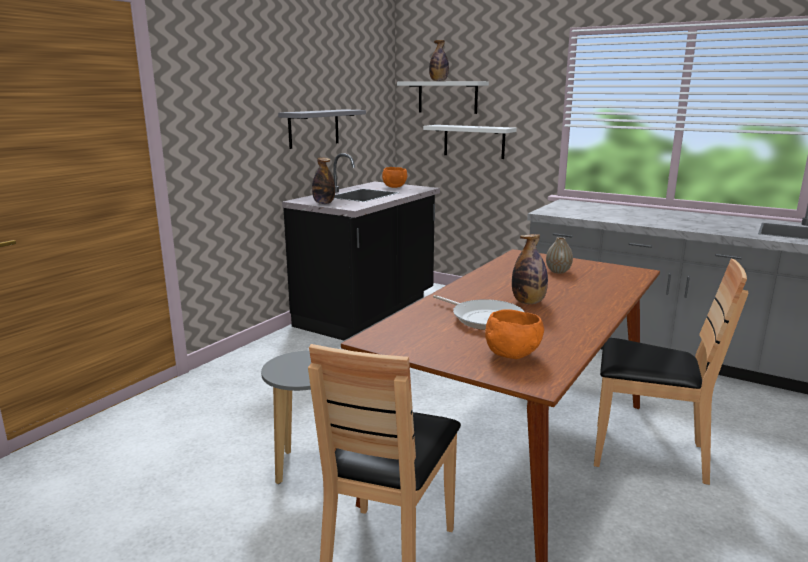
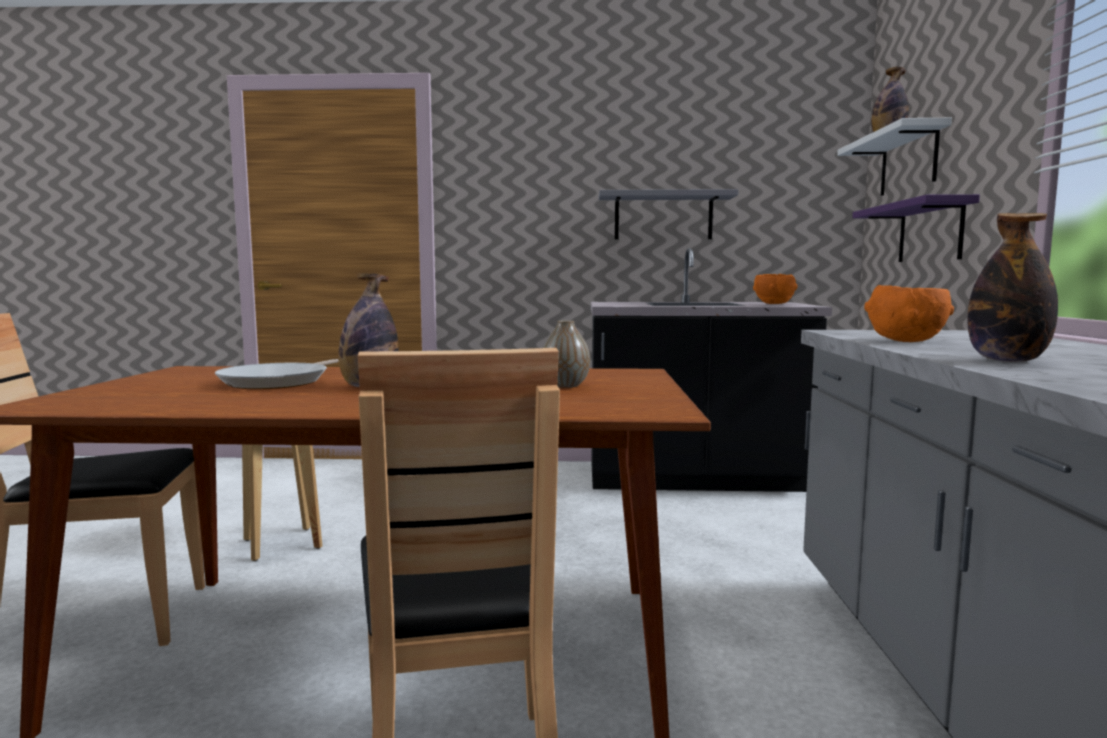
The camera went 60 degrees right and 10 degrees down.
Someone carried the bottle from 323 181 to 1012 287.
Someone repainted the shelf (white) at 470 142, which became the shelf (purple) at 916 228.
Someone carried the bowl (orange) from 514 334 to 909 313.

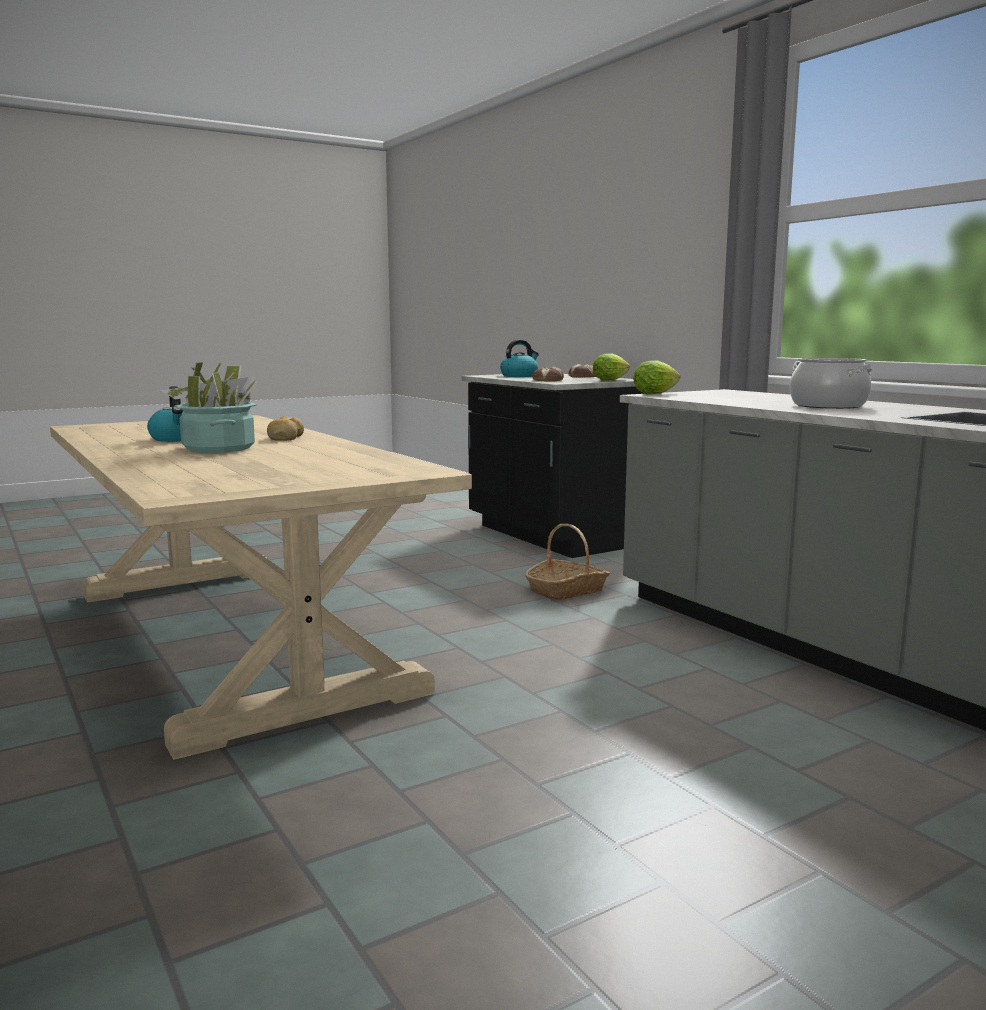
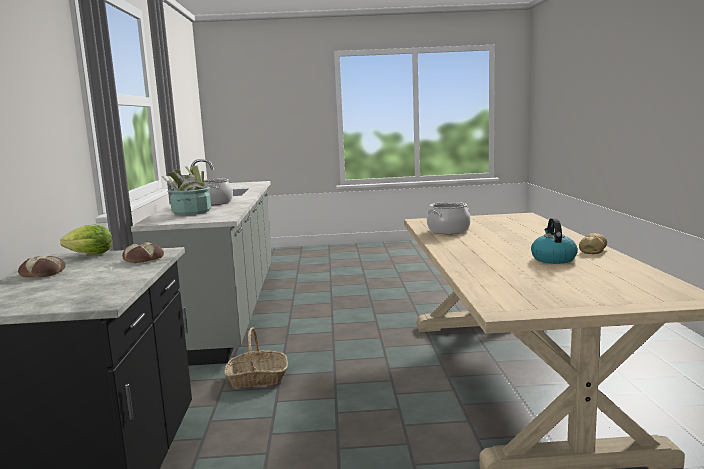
The camera went 150 degrees left and 0 degrees up.
Someone carried the potted plant from 209 407 to 186 190.
Someone carried the bread from 285 428 to 593 243.
Someone took away the kettle at 519 358.
Someone took away the lettuce at 656 378.
Someone put down the cooking pot at 449 218.

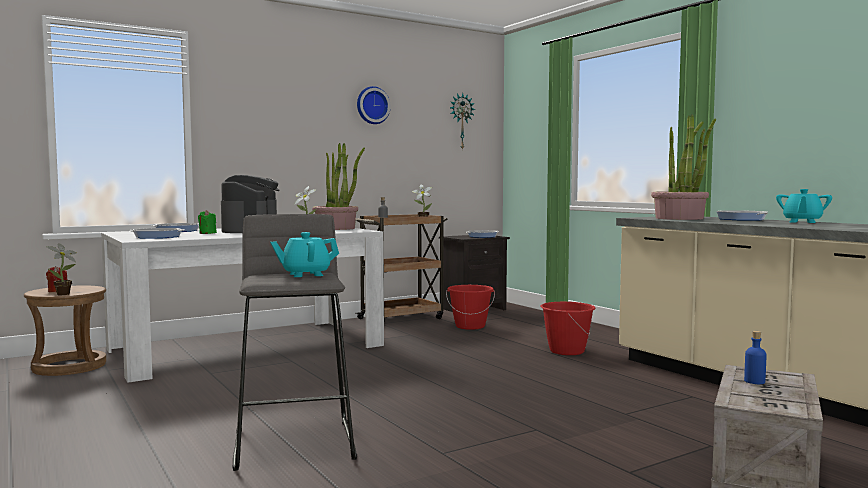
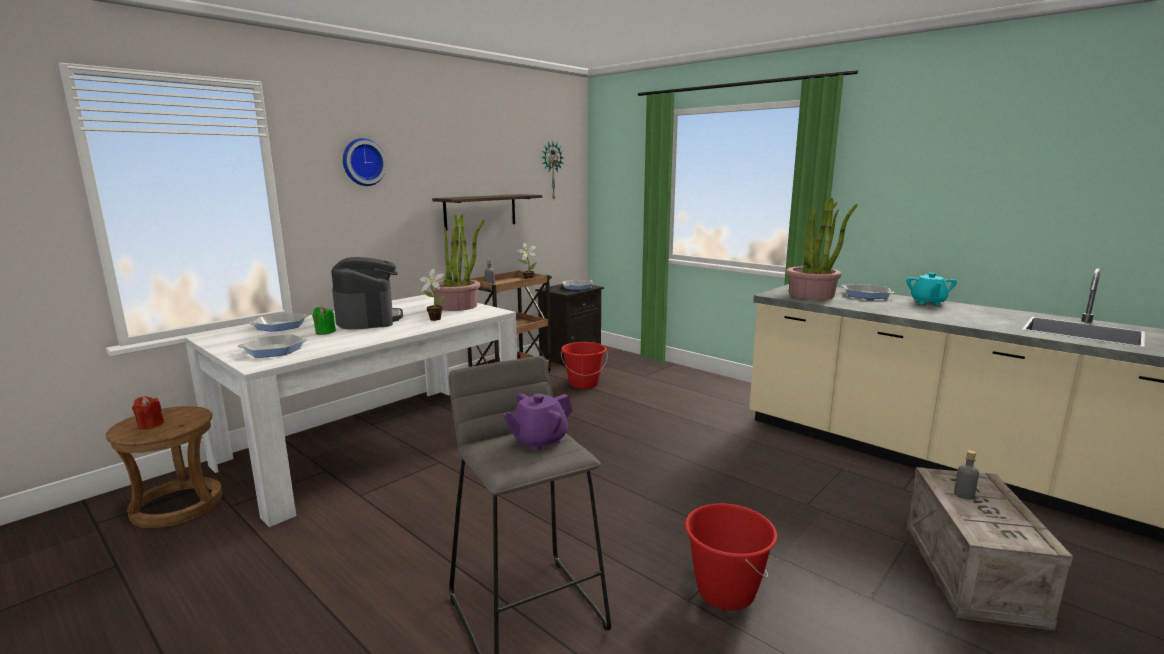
The camera went 15 degrees left and 10 degrees up.
Someone took away the potted plant at 61 269.
Someone repainted the teapot (turquoise) at 304 254, which became the teapot (purple) at 538 422.
Someone carried the wall clock from 374 105 to 365 162.
Someone carried the bucket (red) from 568 328 to 731 557.
Someone repainted the bottle (blue) at 755 357, which became the bottle (grey) at 966 475.
Someone put up the shelf at 487 212.

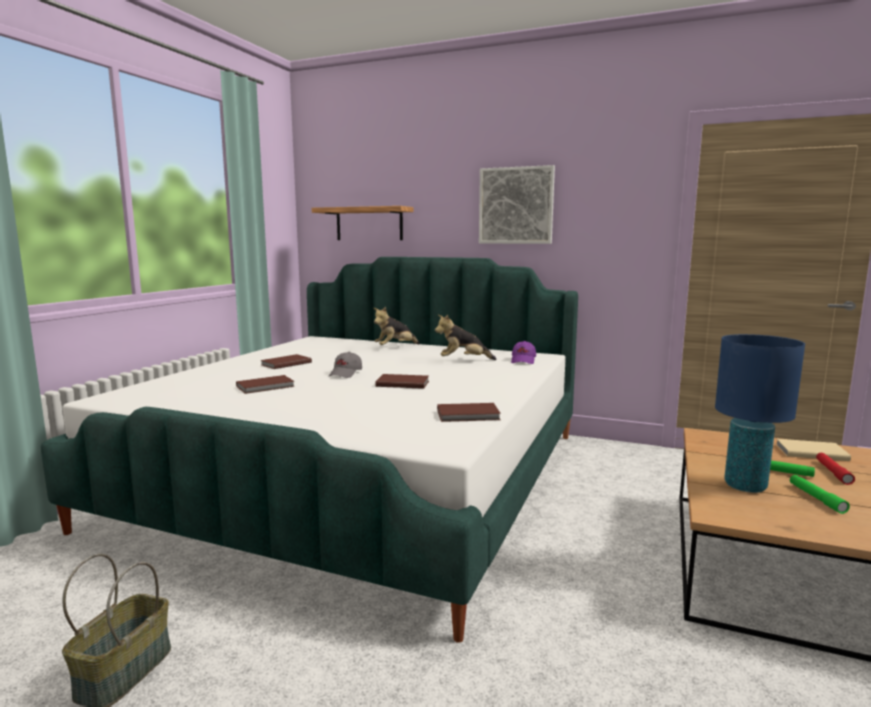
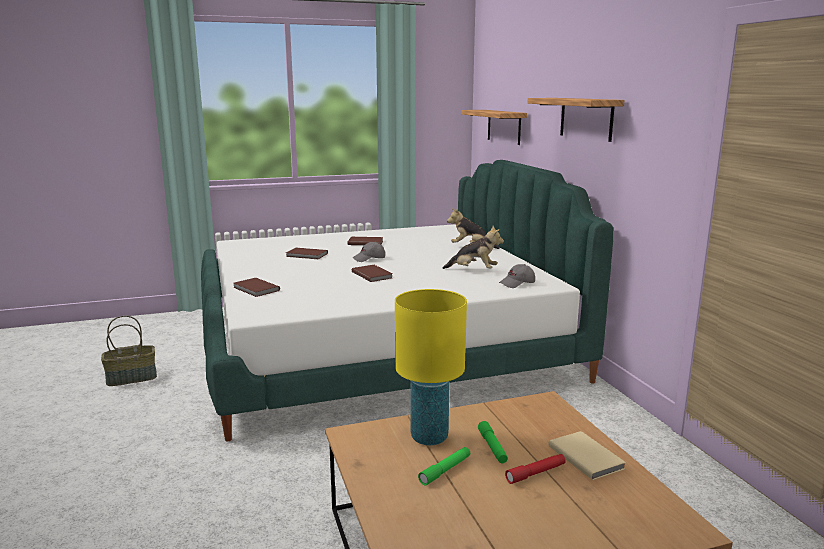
The camera went 50 degrees right and 5 degrees up.
Someone rotated the plush toy at 466 337 by 150 degrees clockwise.
Someone carried the book (brown) from 469 412 to 256 287.
Someone swapped the picture at 517 204 for the shelf at 576 120.
Someone repainted the cap (purple) at 523 352, which became the cap (grey) at 517 276.
Someone repainted the table lamp (blue) at 760 413, which became the table lamp (yellow) at 431 367.

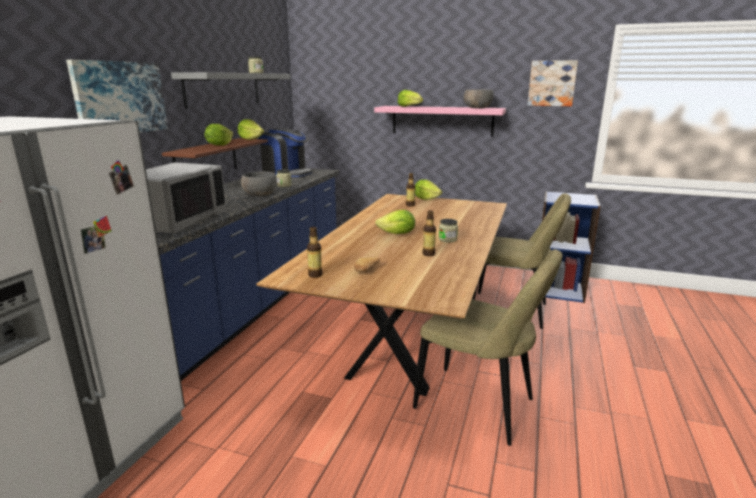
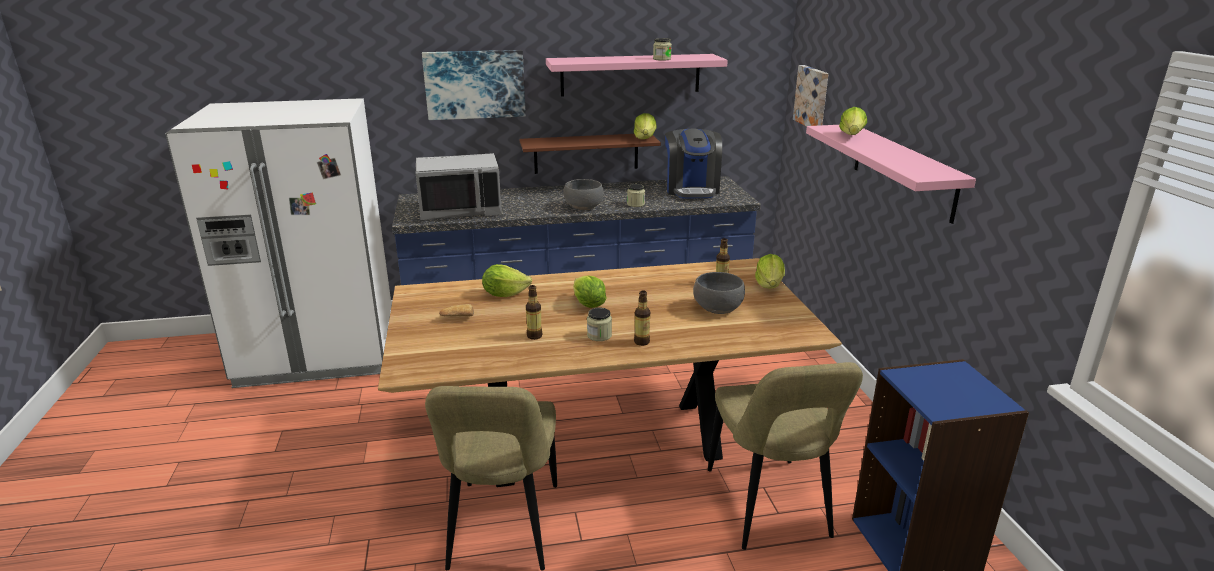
The camera went 60 degrees right and 5 degrees up.
Someone repainted the shelf (grey) at 231 90, which became the shelf (pink) at 637 75.
Someone carried the lettuce from 219 135 to 507 280.
Someone carried the bottle from 314 252 to 642 318.
Someone carried the bowl (grey) from 479 98 to 719 293.
Someone carried the picture from 552 83 to 811 96.

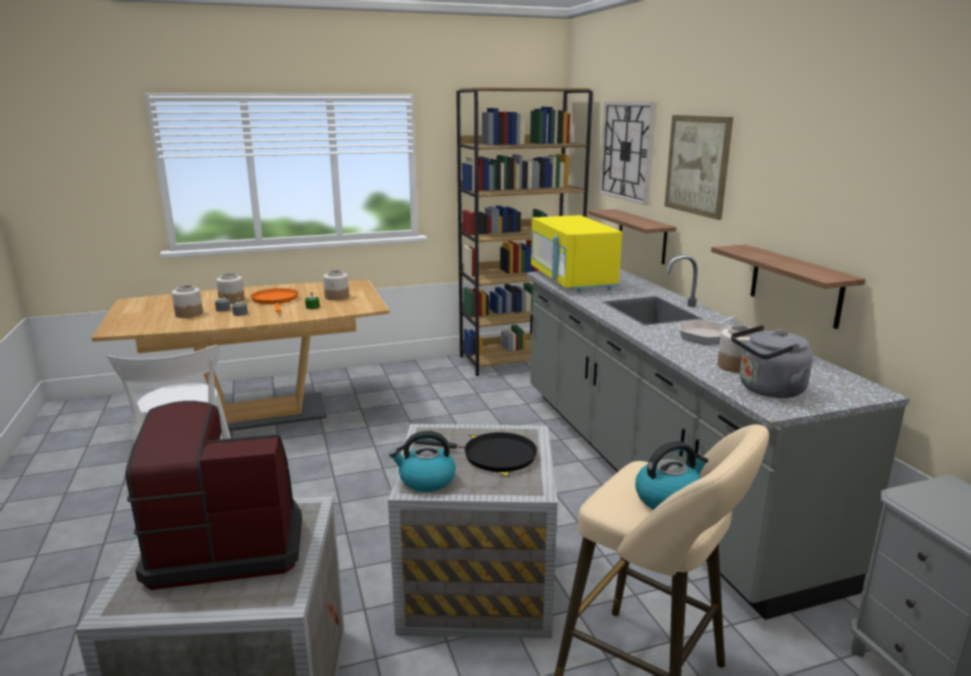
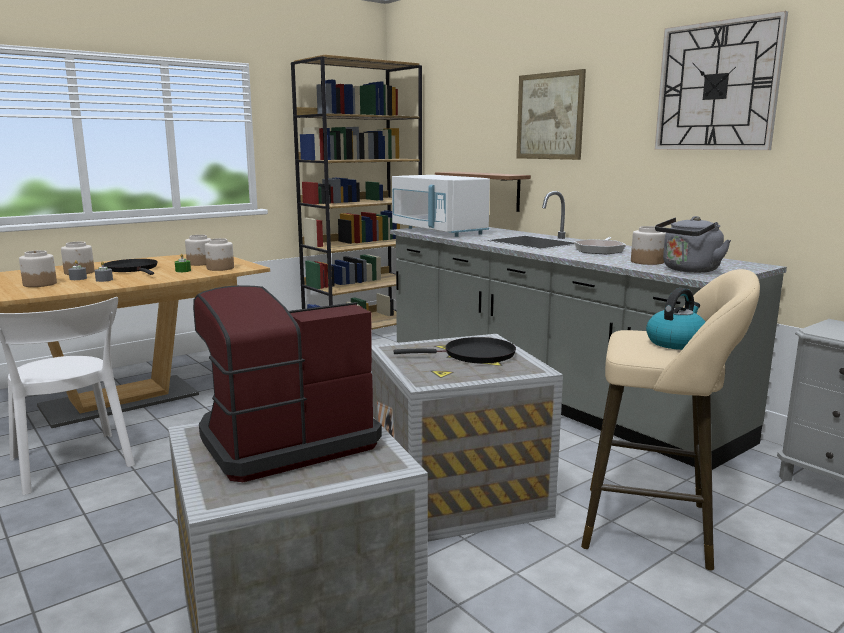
The camera went 20 degrees left and 5 degrees down.
Someone repainted the frying pan (orange) at 274 300, which became the frying pan (black) at 131 267.
Someone took away the kettle at 422 461.
Someone repainted the microwave (yellow) at 576 253, which became the microwave (white) at 441 206.
Someone carried the wall clock from 628 153 to 721 80.
Someone took away the shelf at 788 286.
Someone put down the jar at 219 254.

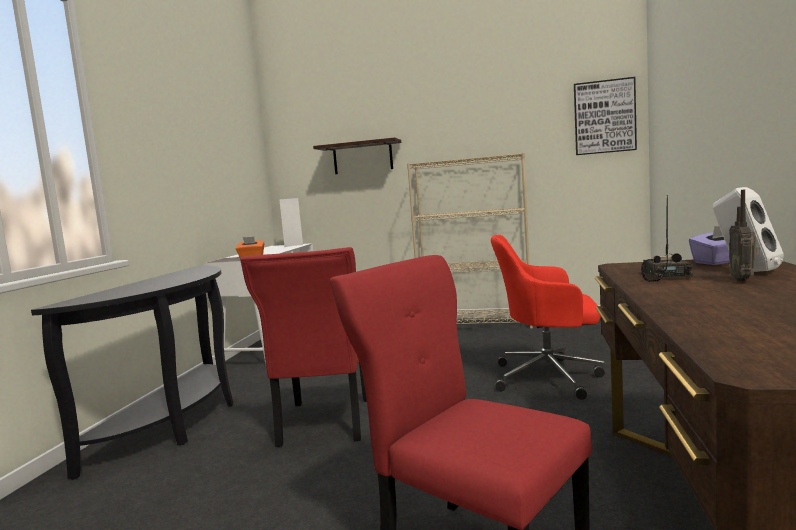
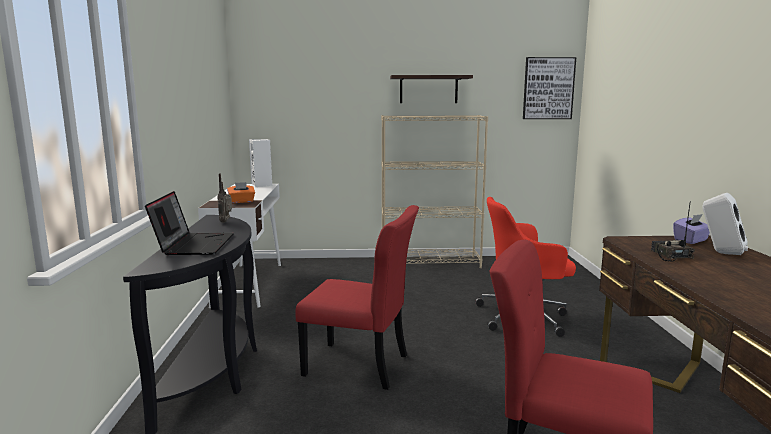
The camera went 15 degrees left and 5 degrees up.
Someone rotated the chair (red) at 303 347 by 60 degrees counterclockwise.
Someone carried the shelf from 357 155 to 431 89.
Someone carried the radio from 744 235 to 225 198.
Someone put down the laptop at 189 223.

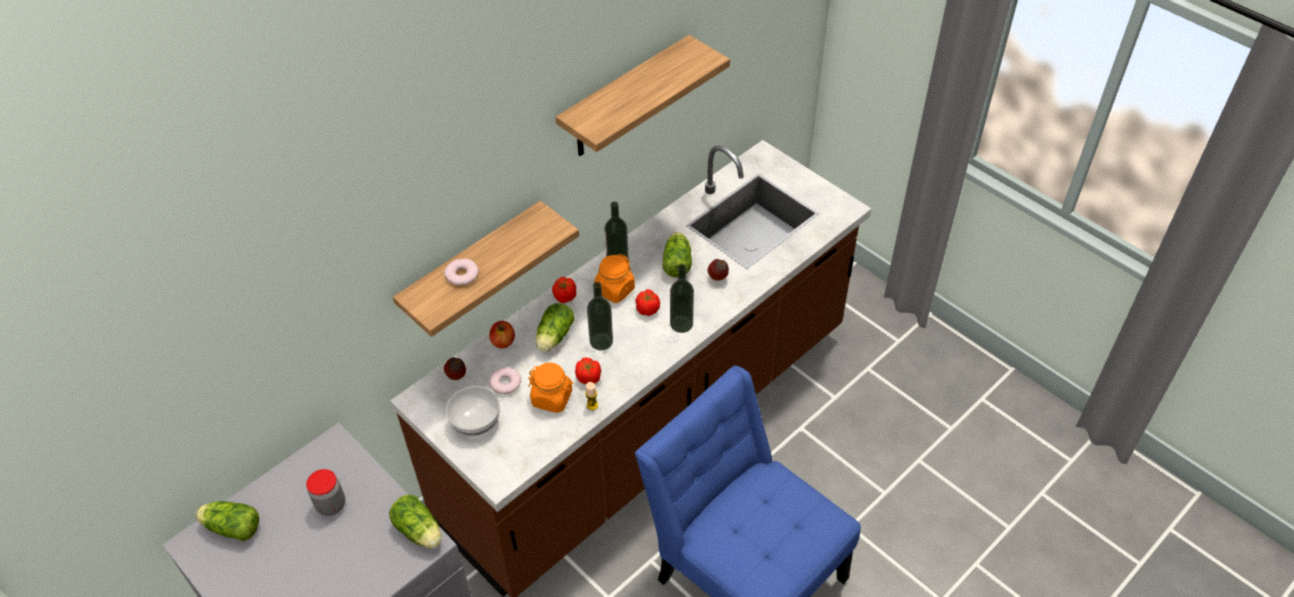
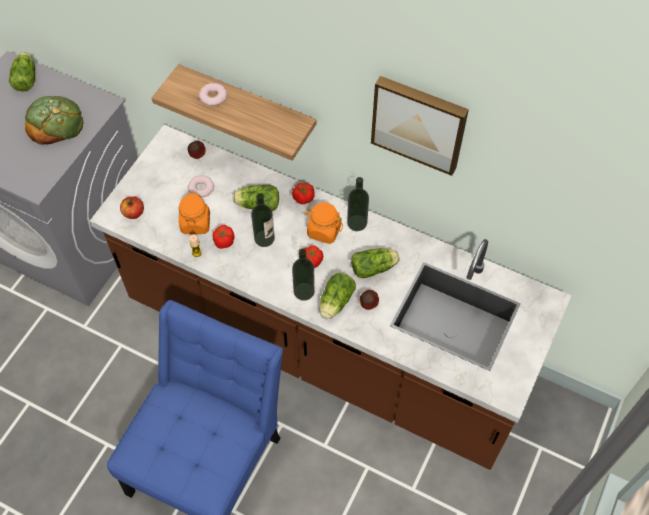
The camera went 70 degrees right and 10 degrees up.
Someone swapped the jar at 325 492 for the bread at 54 120.
Someone carried the lettuce from 415 522 to 338 296.
Someone took away the bowl at 473 411.
Someone carried the apple from 502 335 to 132 207.
Someone swapped the shelf at 643 95 for the picture at 420 126.

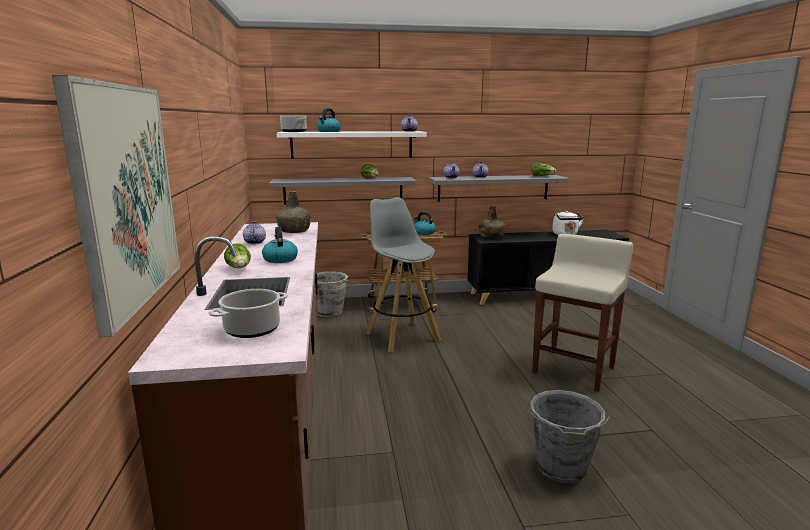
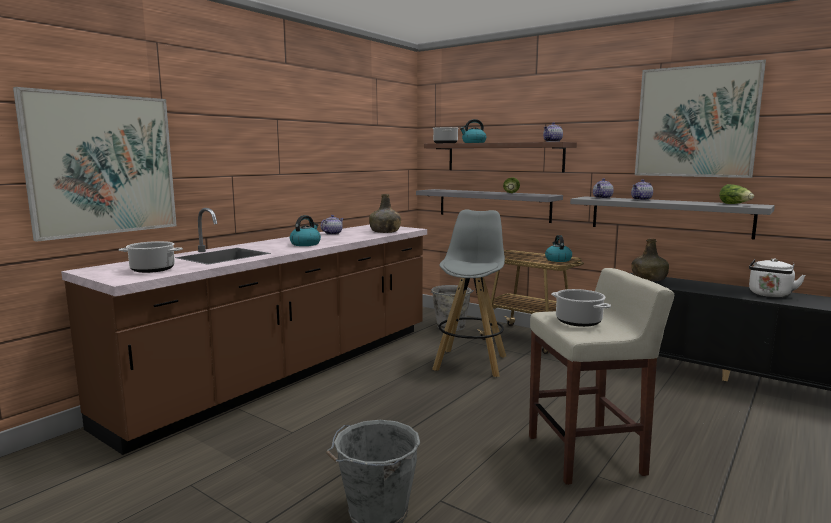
The camera went 45 degrees right and 5 degrees down.
Someone took away the lettuce at 237 255.
Someone repainted the shelf (white) at 352 145, which became the shelf (brown) at 500 157.
Someone put down the cooking pot at 581 308.
Someone put up the picture at 700 119.

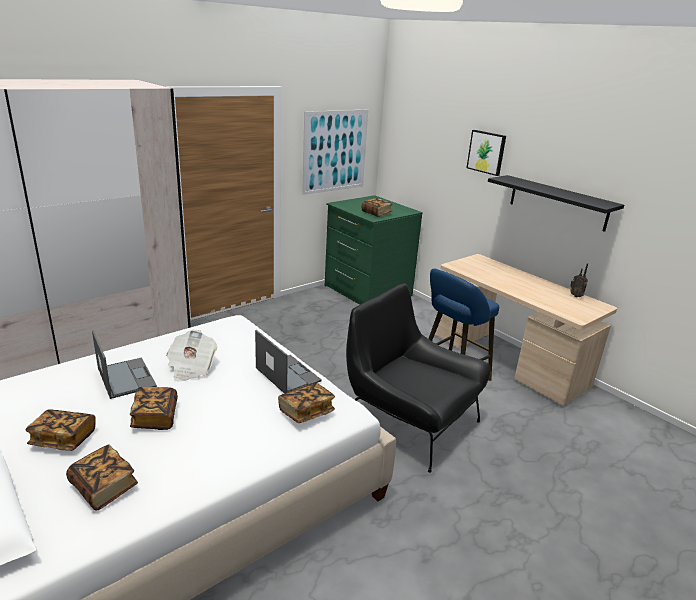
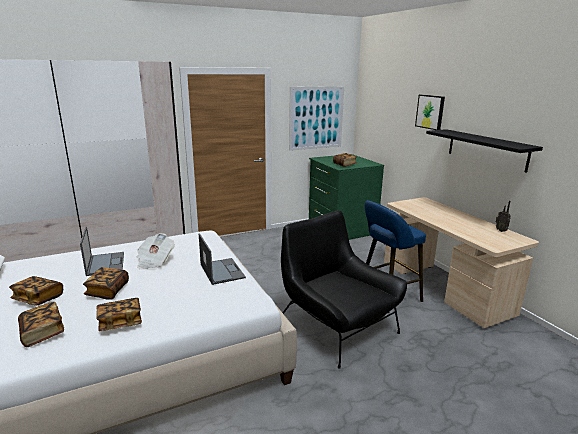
The camera went 15 degrees right and 5 degrees down.
Someone carried the book from 306 403 to 119 314.

